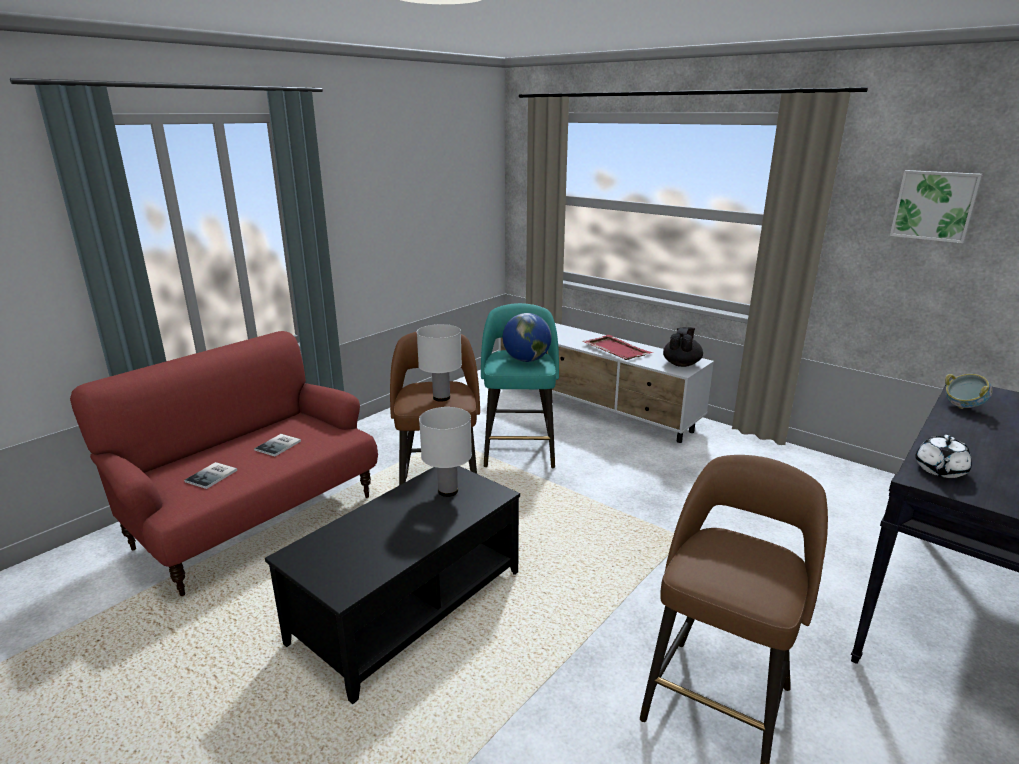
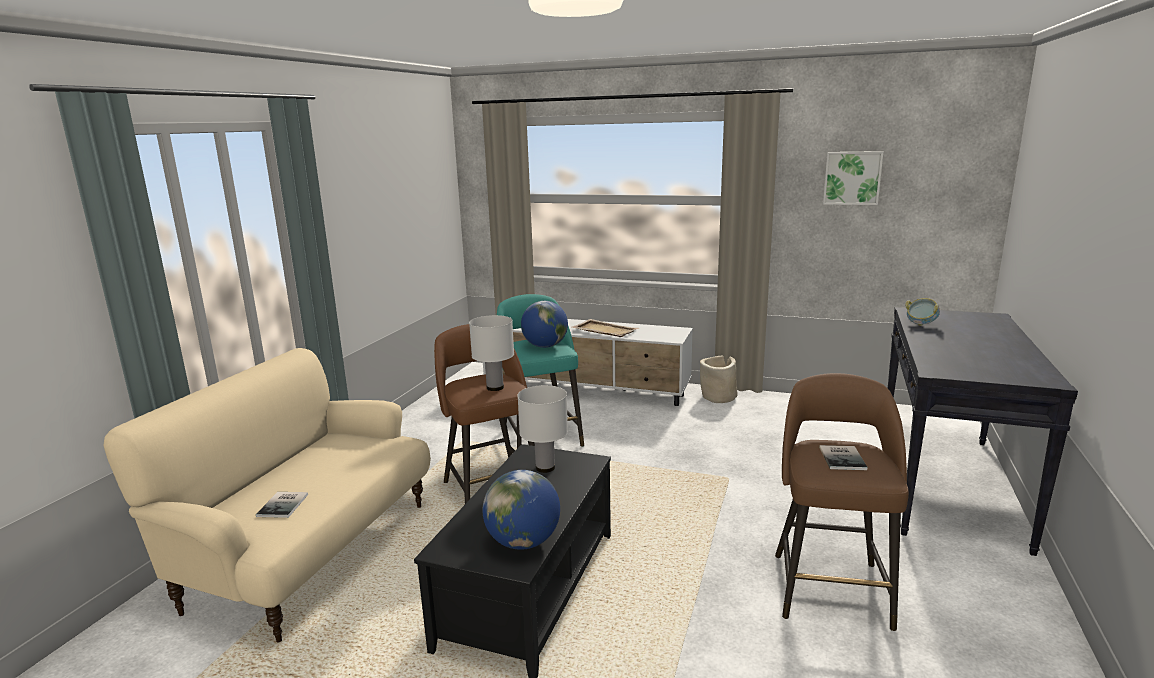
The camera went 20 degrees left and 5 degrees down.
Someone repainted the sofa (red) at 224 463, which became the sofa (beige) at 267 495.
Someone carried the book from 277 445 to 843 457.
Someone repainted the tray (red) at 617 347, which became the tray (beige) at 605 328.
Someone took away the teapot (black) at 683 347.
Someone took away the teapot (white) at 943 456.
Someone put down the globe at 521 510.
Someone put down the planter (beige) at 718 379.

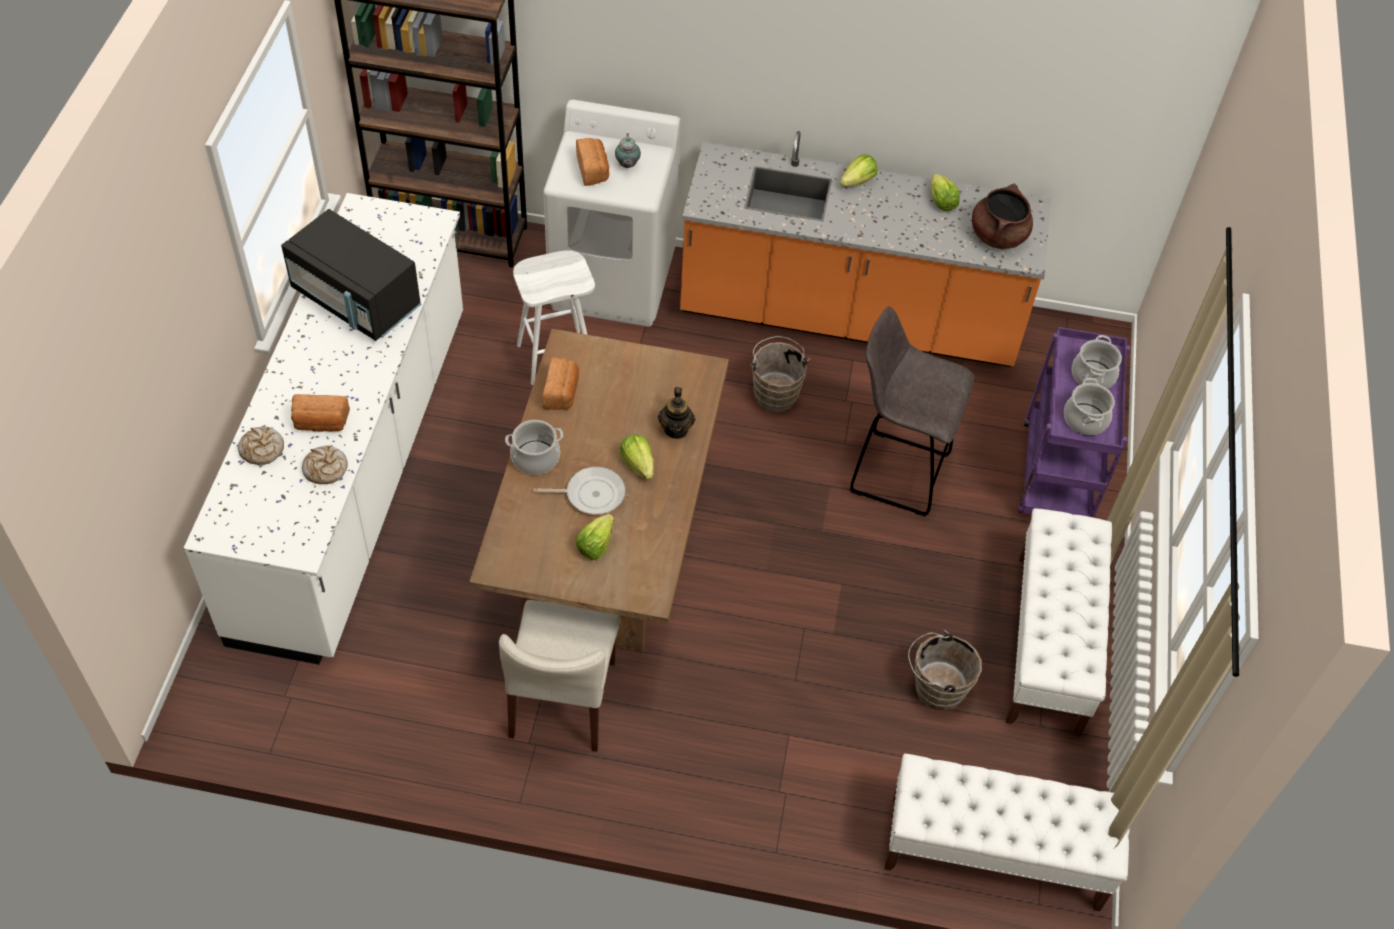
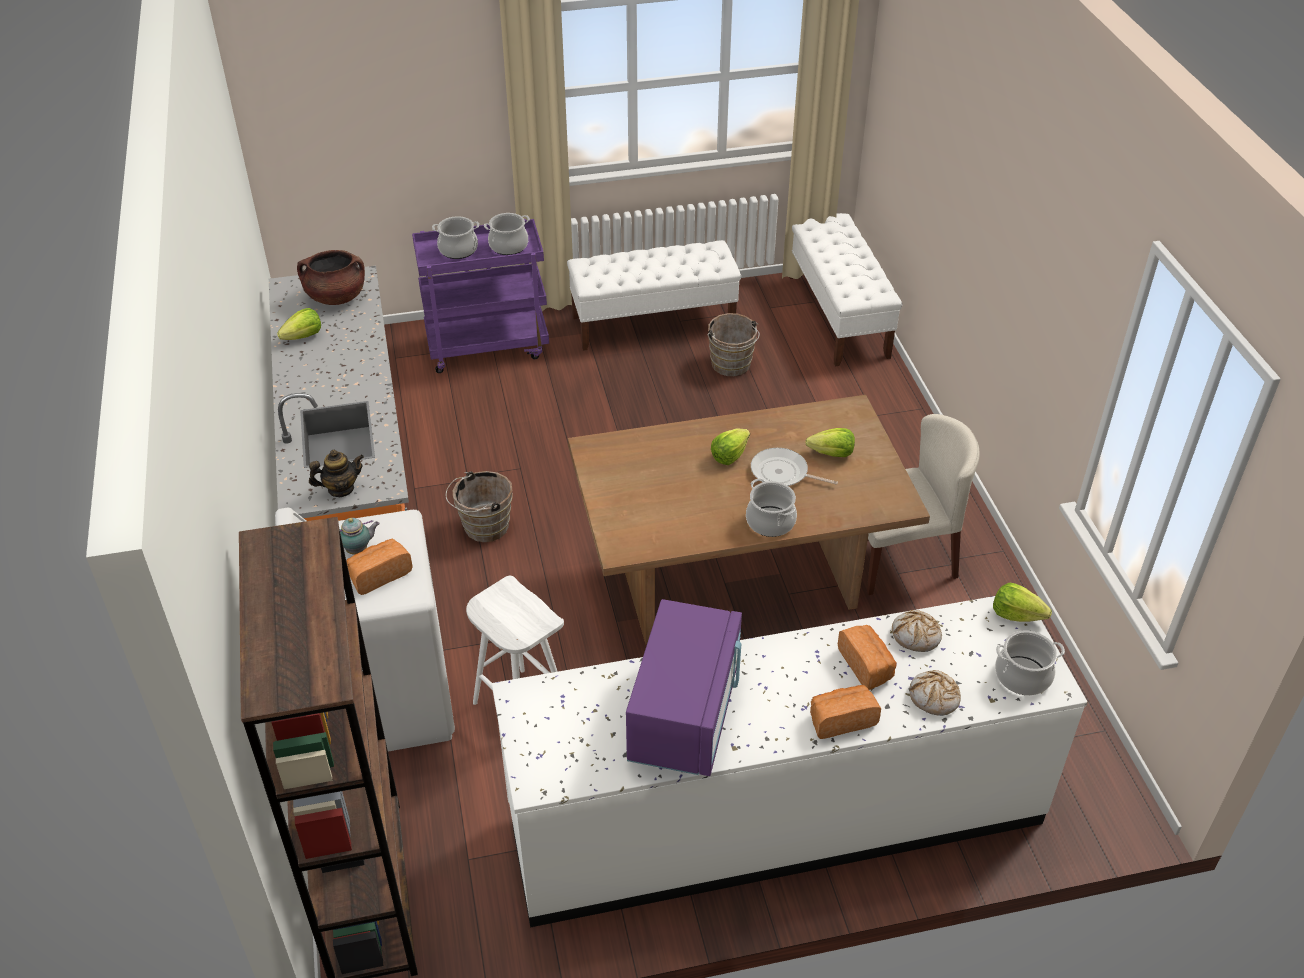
The camera went 110 degrees left and 10 degrees down.
Someone repainted the microwave (black) at 351 275, which became the microwave (purple) at 684 687.
Someone rotated the frying pan at 579 491 by 45 degrees counterclockwise.
Someone carried the bread from 561 383 to 845 712.
Someone carried the teapot from 676 413 to 336 473.
Someone carried the lettuce from 858 170 to 1022 602.
Someone took away the stool (grey) at 912 411.
Someone put down the cooking pot at 1030 662.

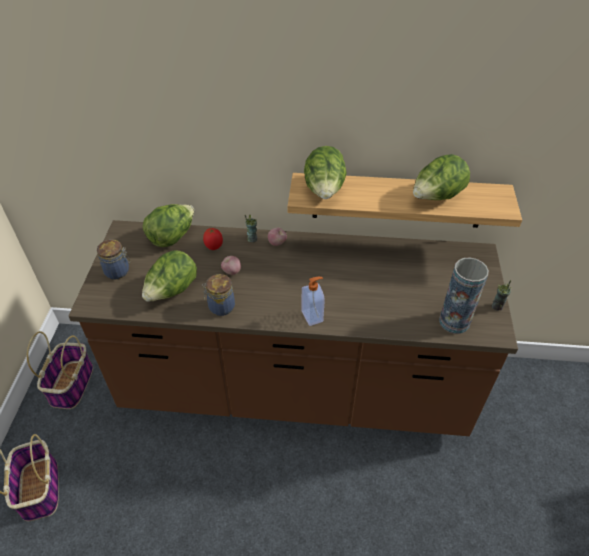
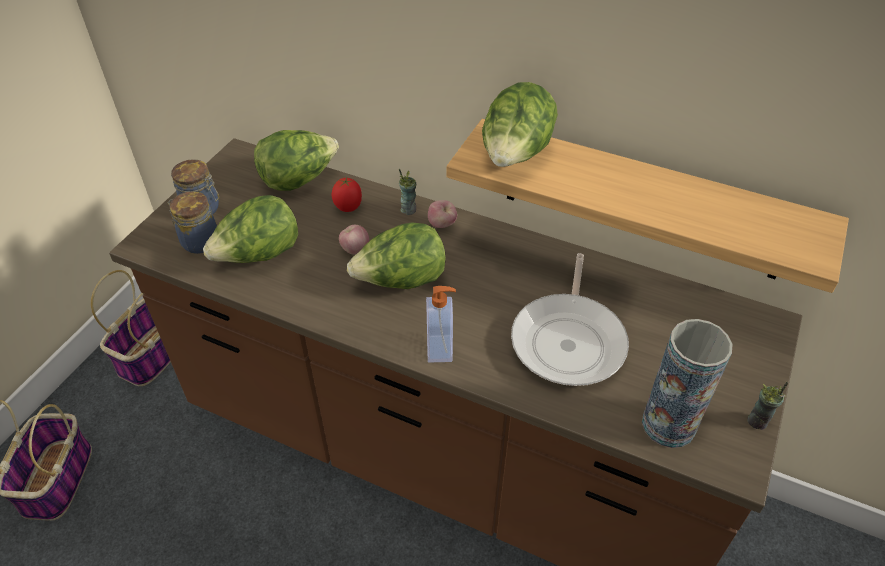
The camera went 20 degrees right and 0 degrees up.
Someone carried the jar from 218 295 to 192 222.
Someone carried the lettuce from 441 177 to 396 255.
Someone put down the frying pan at 570 319.

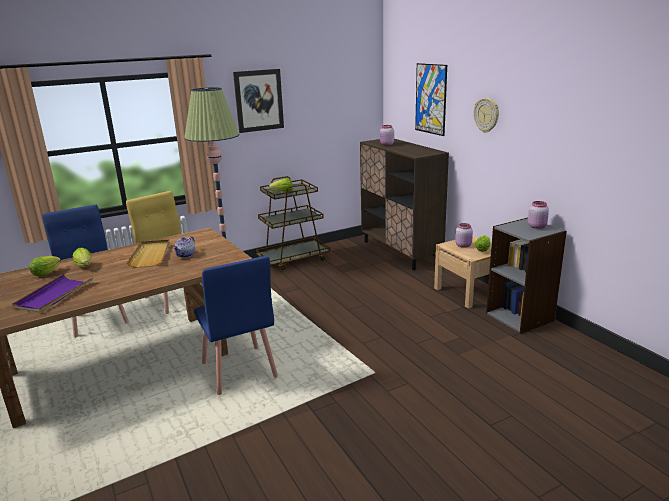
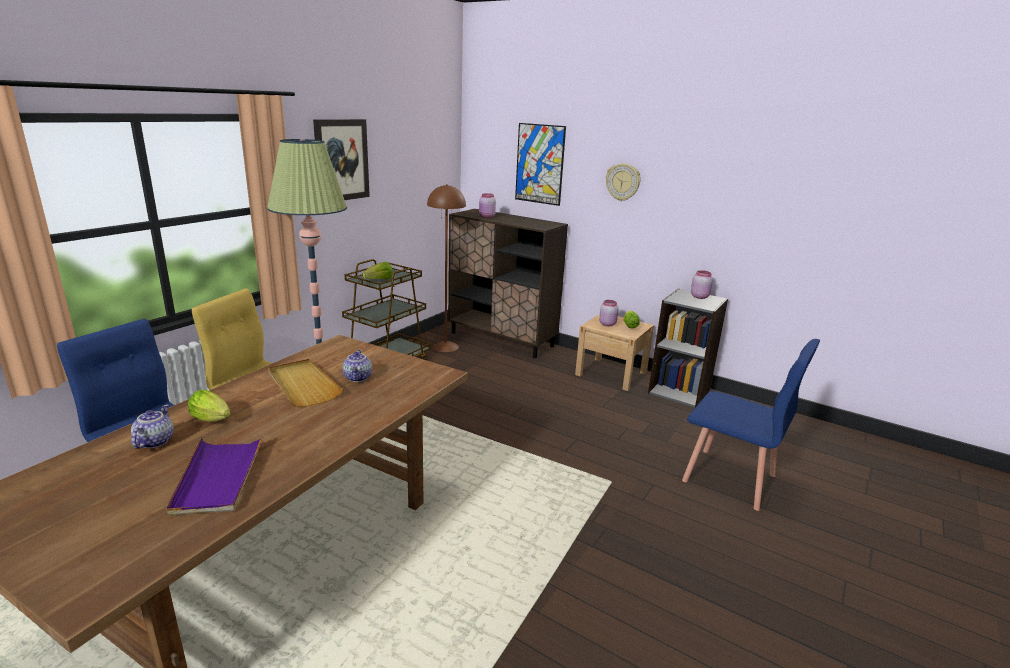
The camera went 30 degrees left and 0 degrees up.
Someone swapped the lettuce at 45 266 for the teapot at 152 426.
Someone carried the chair (blue) from 236 325 to 751 425.
Someone put down the floor lamp (brown) at 446 268.

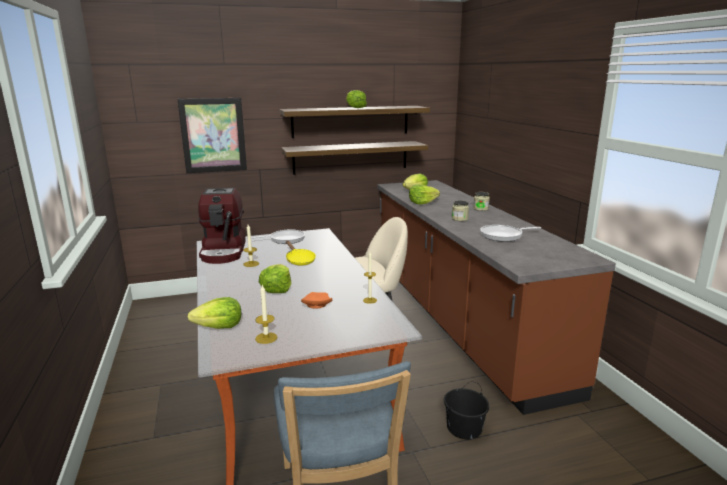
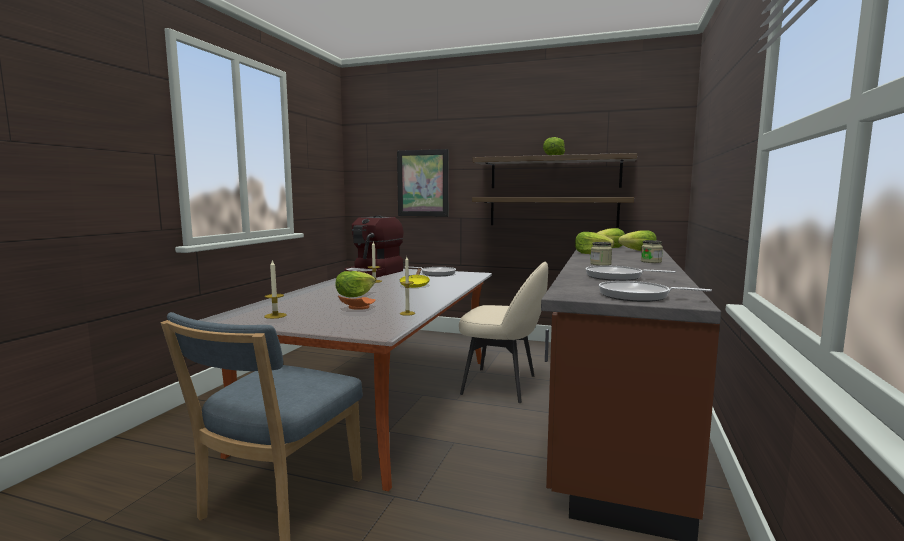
The camera went 35 degrees right and 10 degrees down.
Someone carried the lettuce from 214 313 to 637 240.
Someone took away the bucket (black) at 466 410.
Someone put down the frying pan at 655 291.

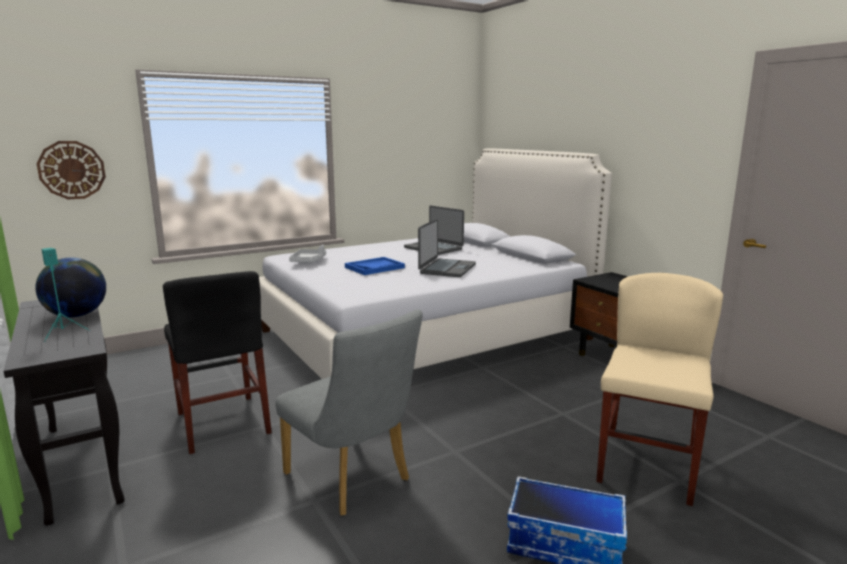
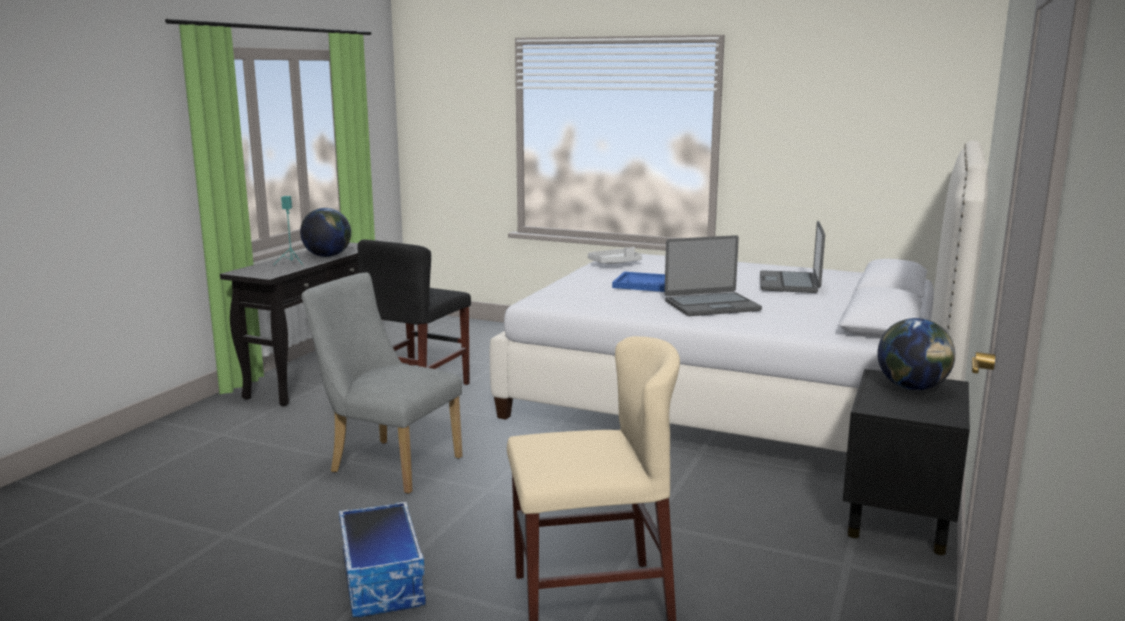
The camera went 55 degrees right and 0 degrees up.
Someone took away the wall clock at 71 170.
Someone rotated the chair (grey) at 349 413 by 105 degrees clockwise.
Someone put down the globe at 916 354.

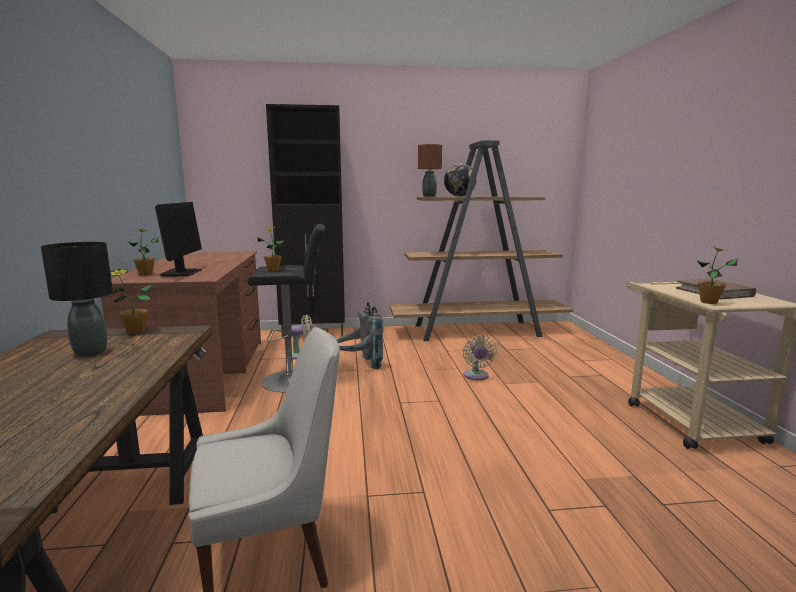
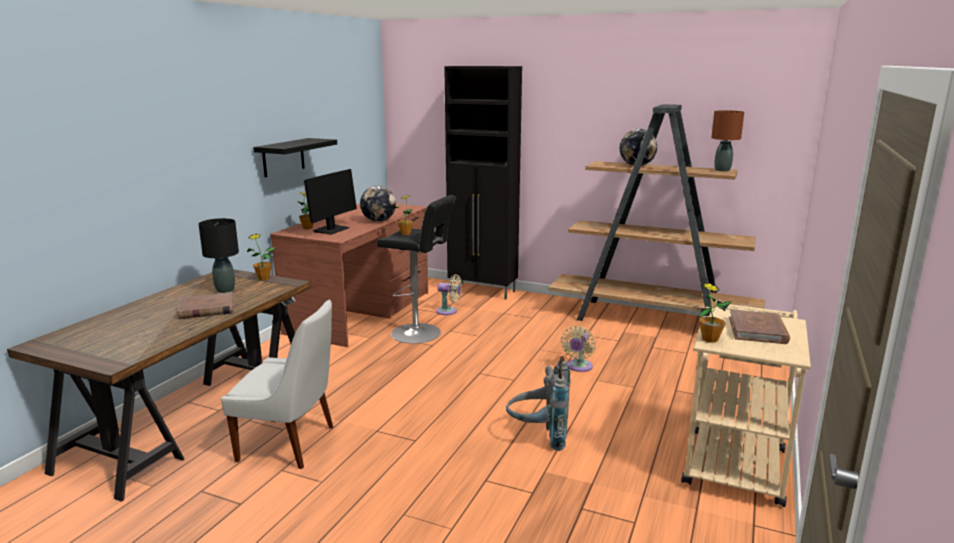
The camera went 30 degrees right and 5 degrees up.
Someone carried the backpack (grey) from 360 335 to 538 403.
Someone carried the table lamp (brown) from 430 170 to 727 141.
Someone put down the book (brown) at 205 305.
Someone put up the shelf (black) at 295 157.
Someone put down the globe at 378 204.

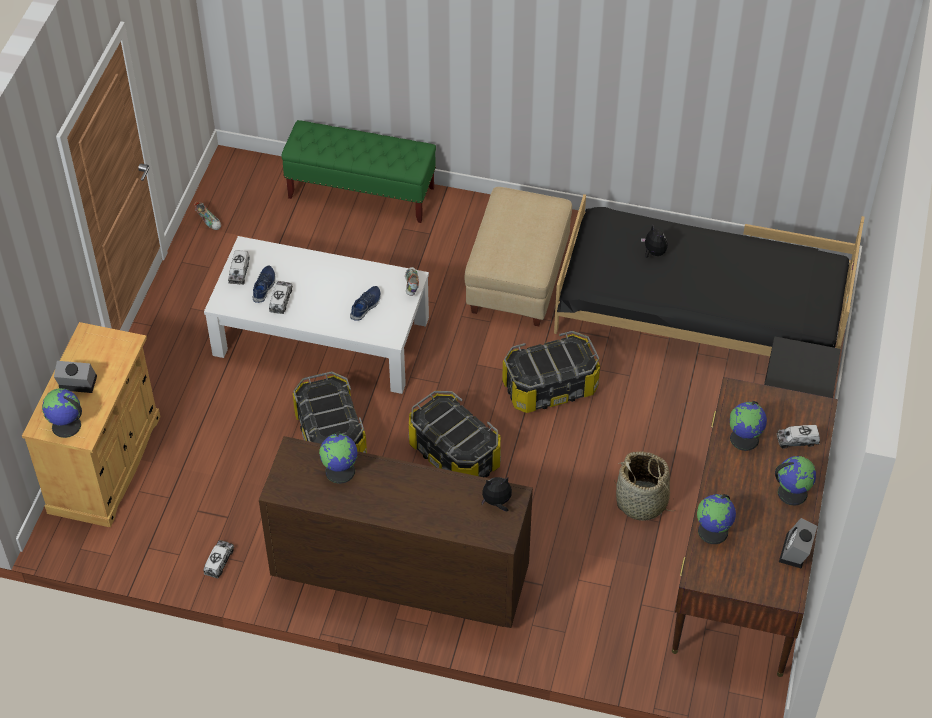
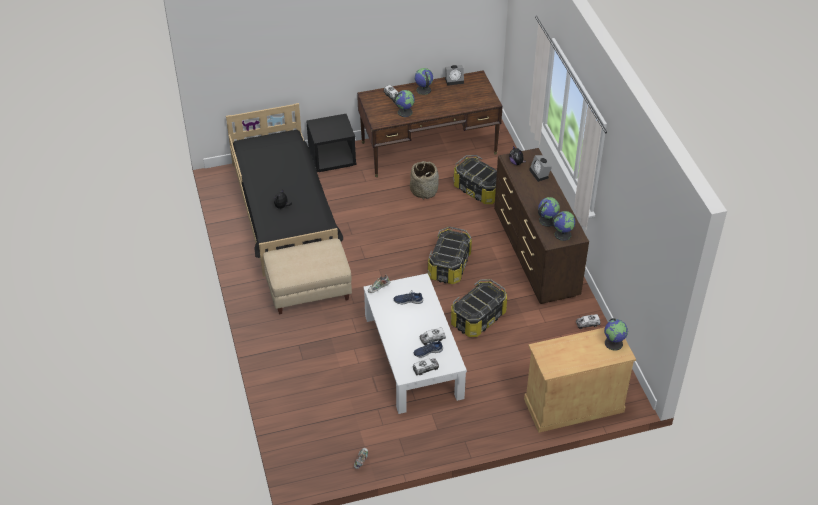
The camera went 120 degrees left and 5 degrees down.
Someone carried the alarm clock from 75 377 to 540 168.
Someone took away the bench (green) at 358 171.
Someone carried the storage box from 551 372 to 475 179.
Someone carried the globe from 716 519 to 563 226.

